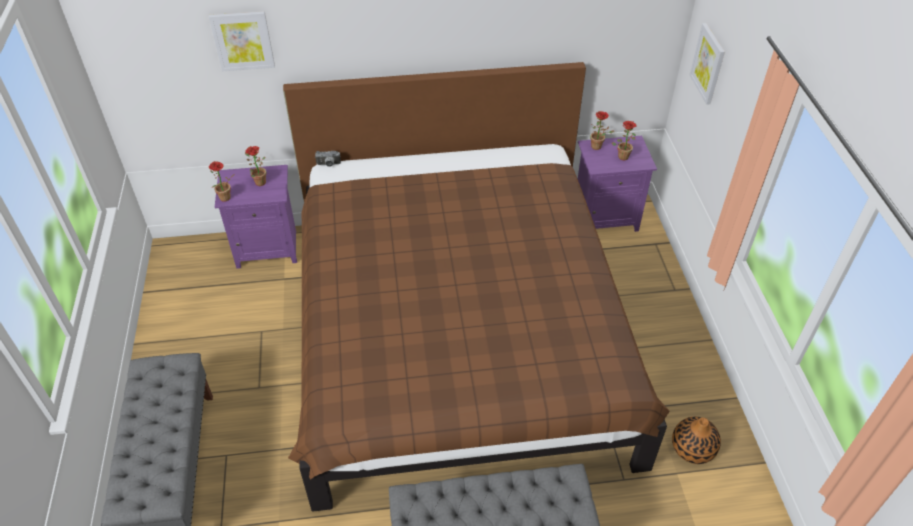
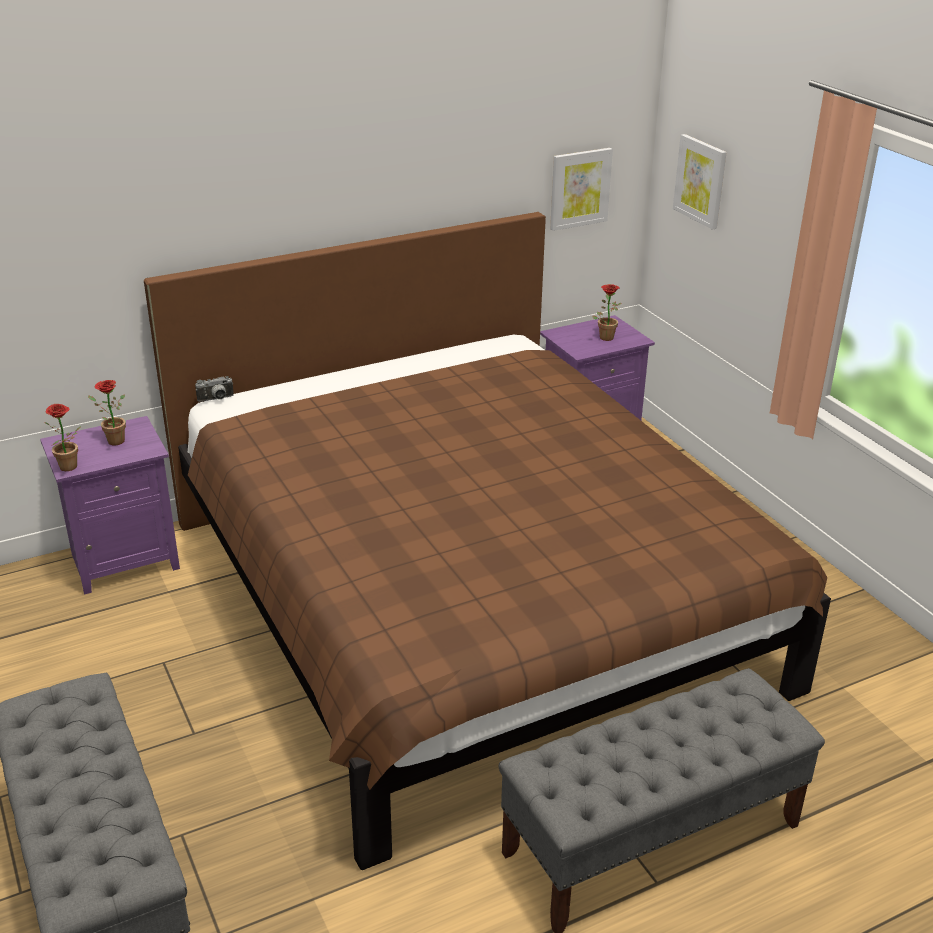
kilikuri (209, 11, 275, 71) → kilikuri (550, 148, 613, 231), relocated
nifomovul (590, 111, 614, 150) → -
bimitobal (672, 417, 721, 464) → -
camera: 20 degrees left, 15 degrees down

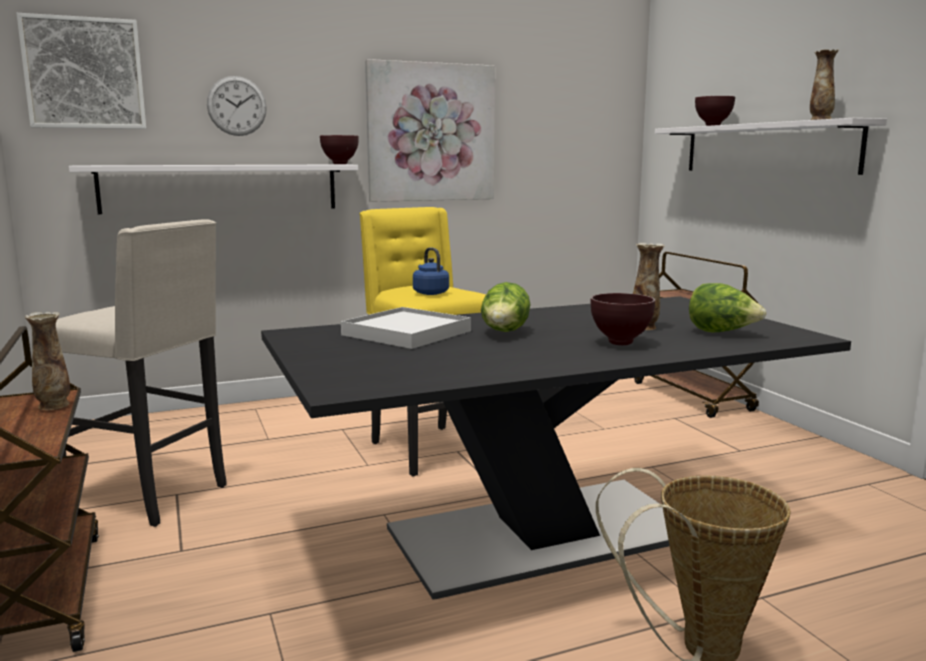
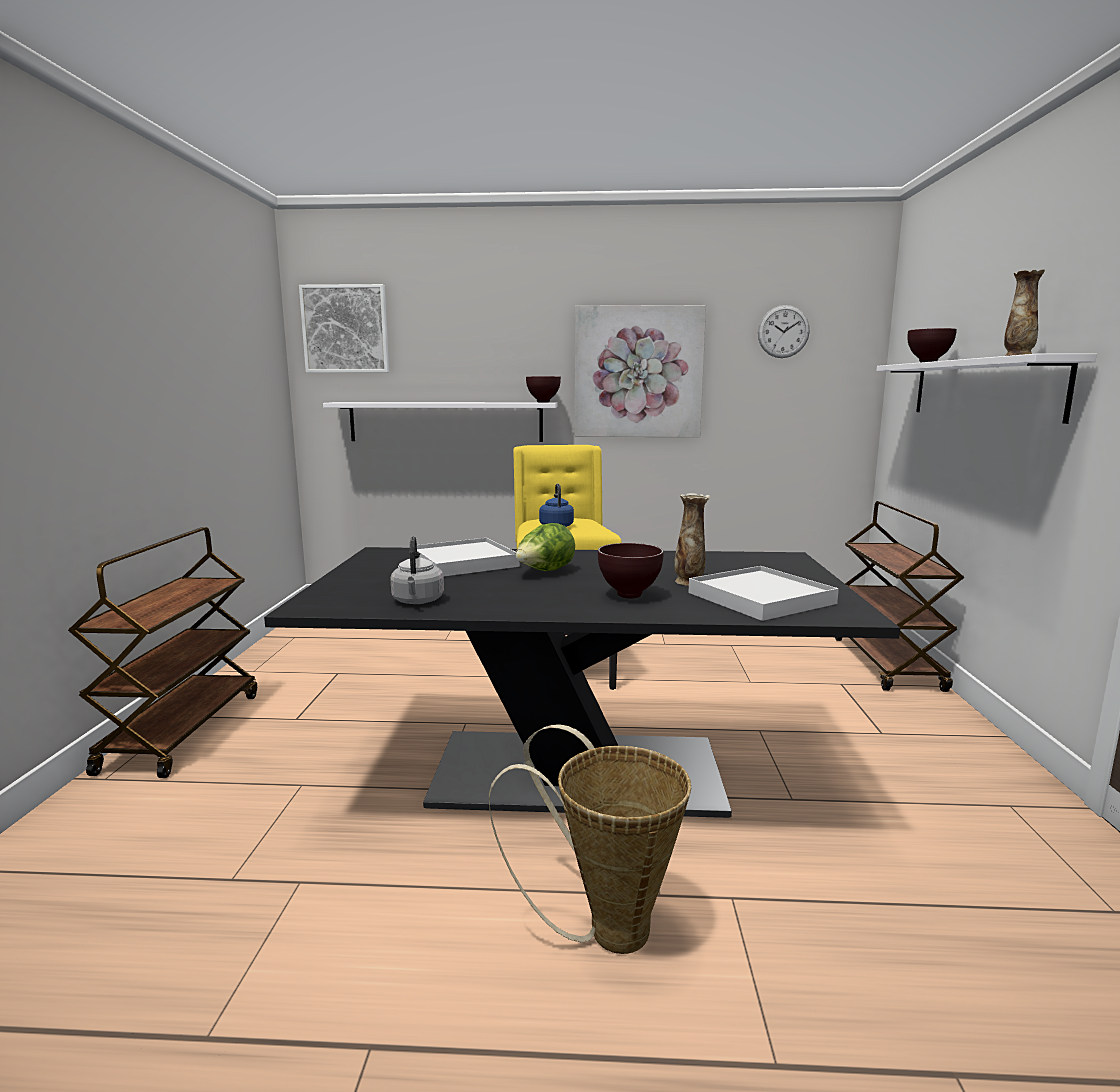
bimitobal (25, 312, 70, 410) → -
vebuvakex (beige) (56, 219, 227, 527) → -
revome (207, 76, 267, 136) → revome (758, 305, 810, 358), relocated
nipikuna (689, 283, 766, 333) → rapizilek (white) (688, 566, 839, 621)
- → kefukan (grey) (390, 536, 444, 604)
camera: 25 degrees right, 0 degrees up

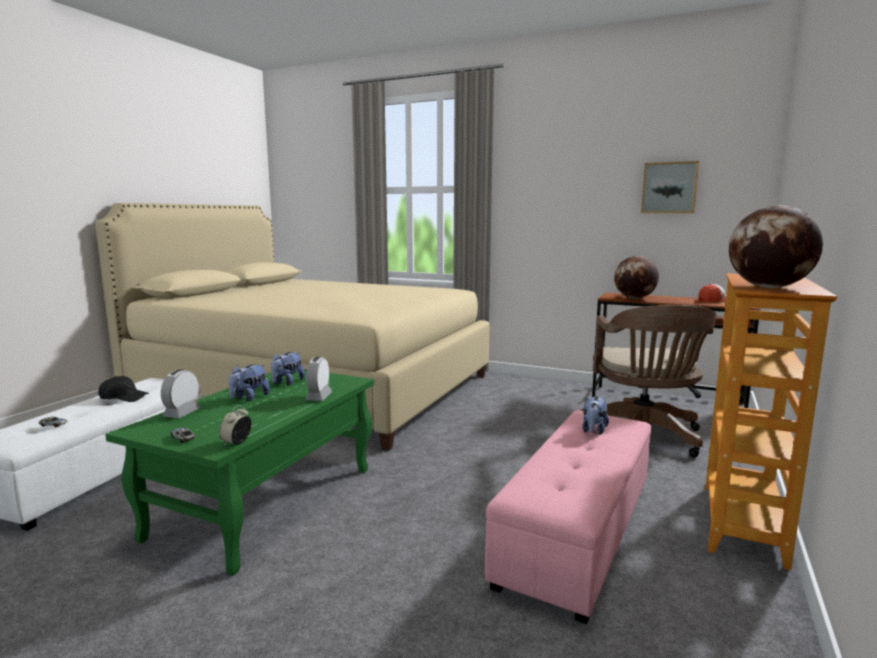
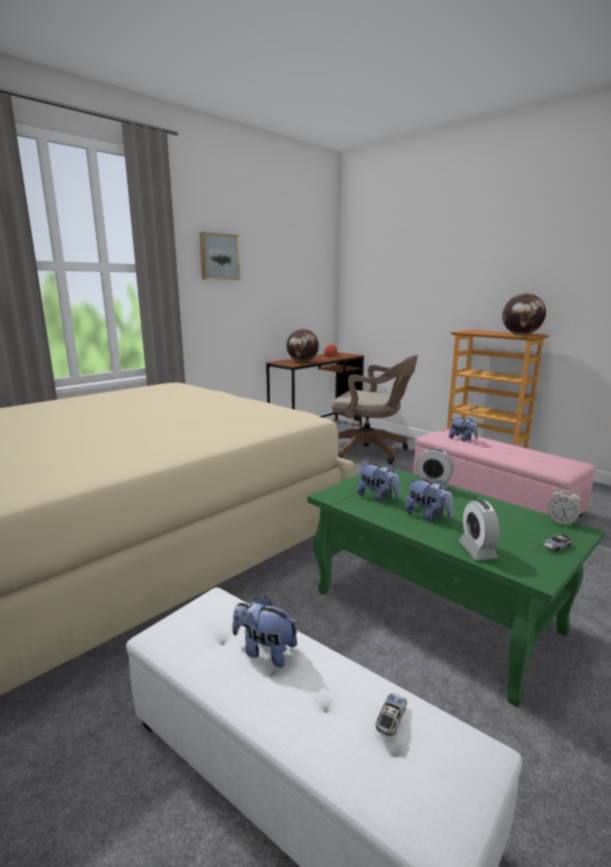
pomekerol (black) (98, 376, 149, 402) → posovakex (232, 596, 299, 668)
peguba (161, 369, 201, 418) → peguba (459, 500, 500, 560), 45 degrees clockwise
kilikuri (641, 161, 699, 213) → kilikuri (199, 232, 241, 280), relocated
camera: 70 degrees left, 5 degrees up

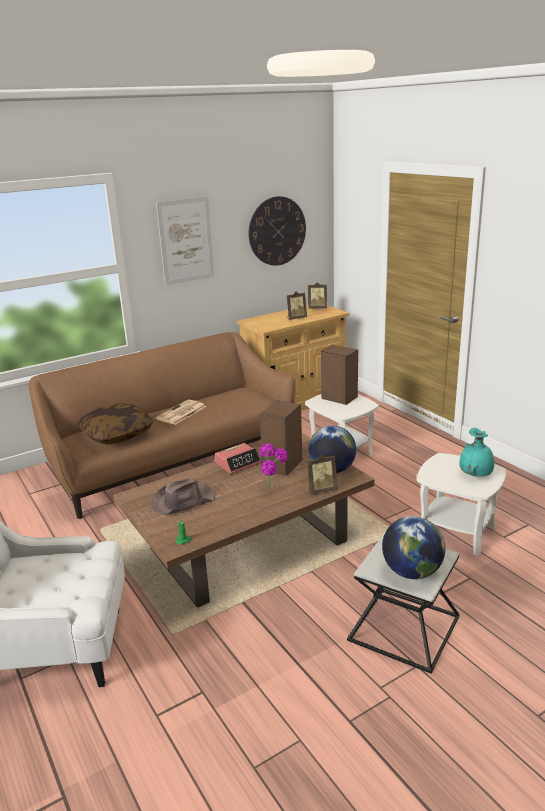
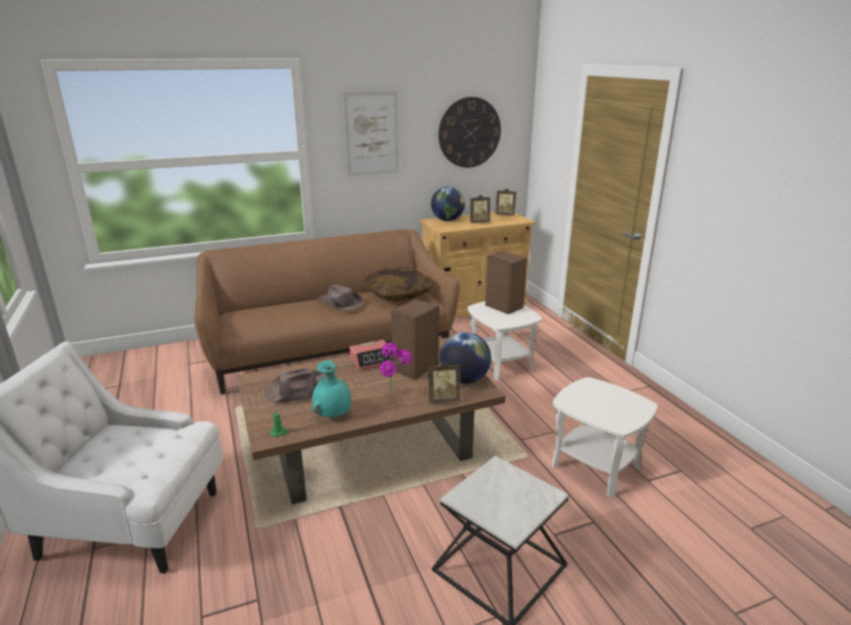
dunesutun (78, 403, 153, 444) → dunesutun (365, 267, 432, 301), relocated
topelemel (156, 400, 206, 425) → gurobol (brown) (317, 285, 363, 311)
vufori (382, 516, 445, 579) → vufori (431, 186, 465, 221), relocated
bimitobal (turquoise) (459, 428, 494, 476) → bimitobal (turquoise) (312, 360, 351, 417), relocated
camera: 10 degrees right, 0 degrees up

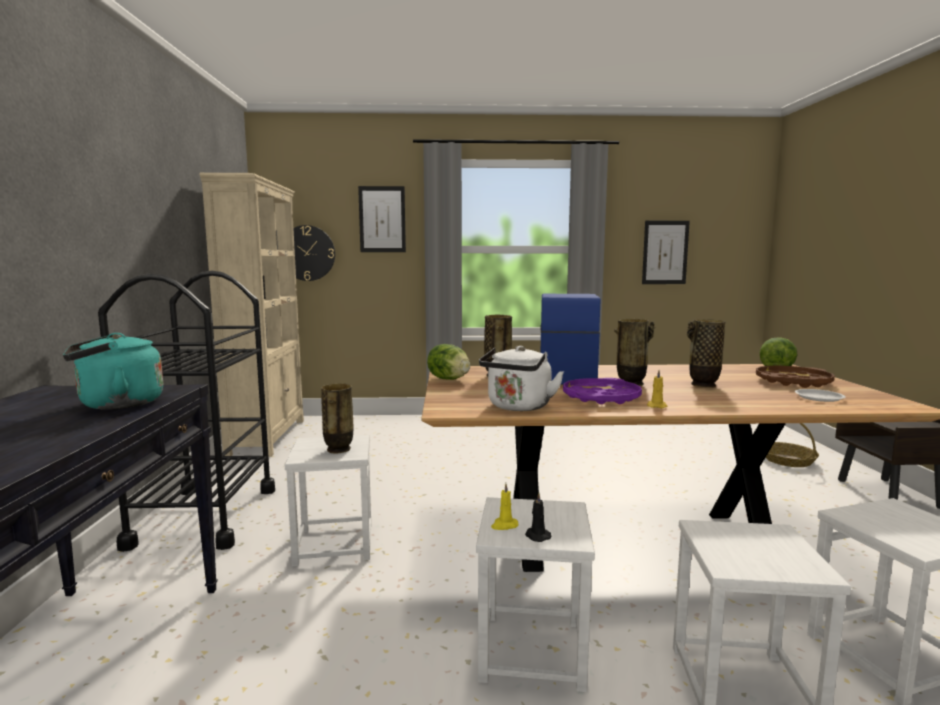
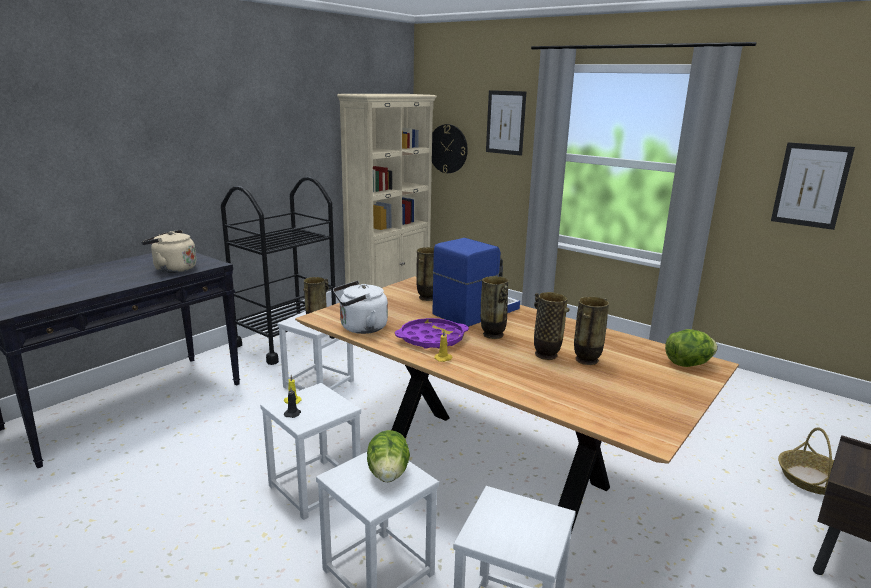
kefukan (turquoise) (63, 333, 163, 410) → kefukan (beige) (141, 230, 196, 273)
nipikuna (427, 344, 470, 380) → nipikuna (367, 430, 410, 482), relocated
rapizilek (brown) (756, 366, 835, 388) → -
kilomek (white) (795, 389, 846, 402) → -
- → bimitobal (574, 297, 609, 365)
camera: 40 degrees right, 10 degrees up

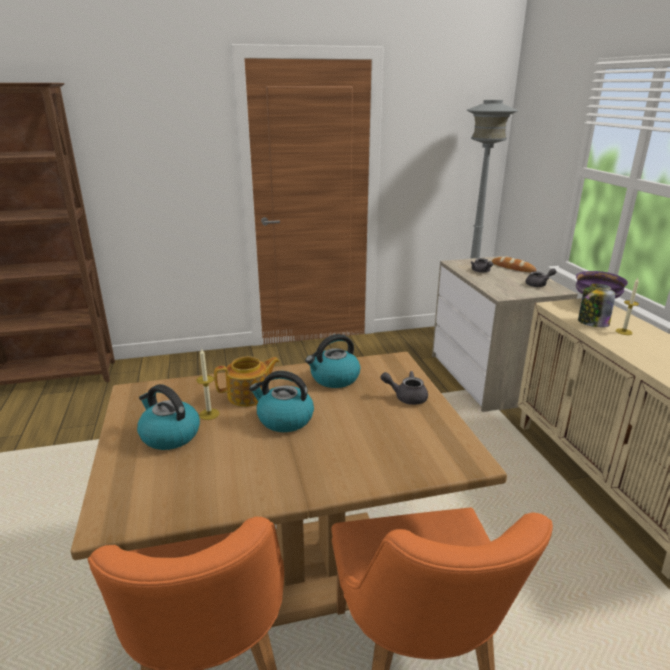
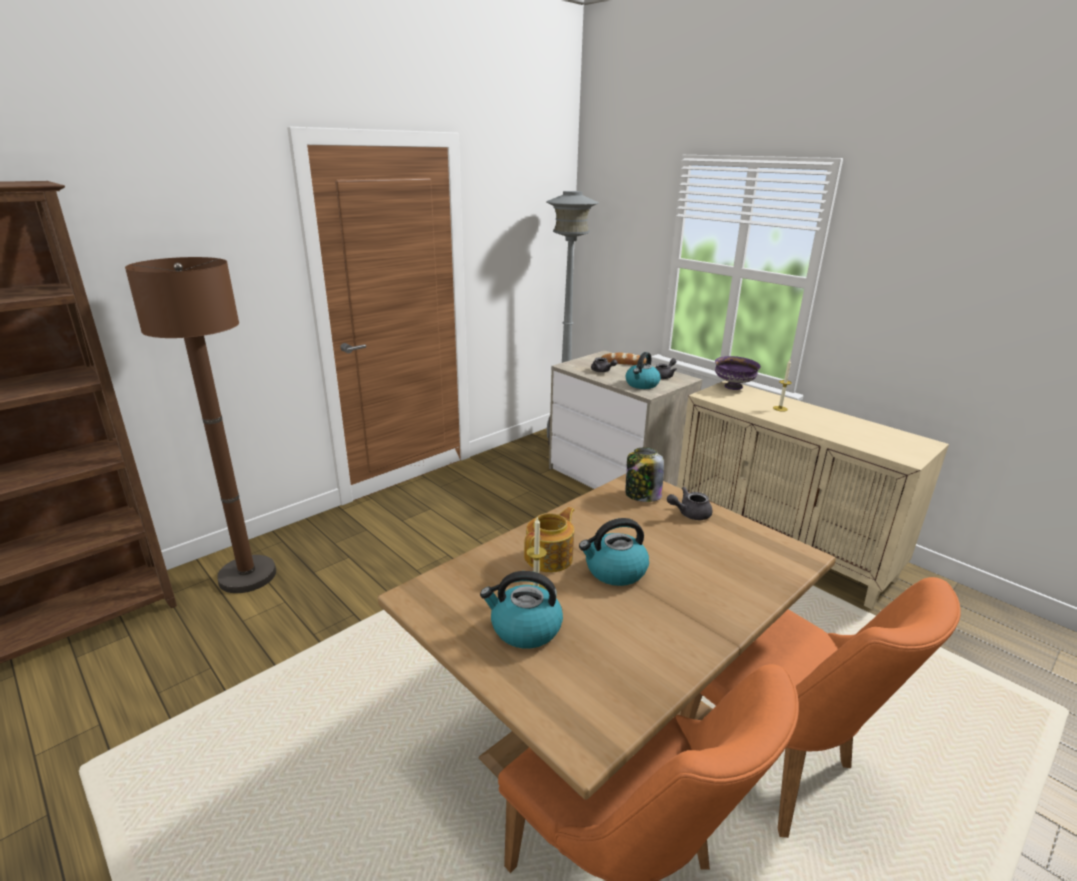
kefukan (305, 334, 360, 388) → kefukan (626, 352, 661, 389), relocated
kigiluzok (578, 284, 615, 327) → kigiluzok (625, 448, 664, 502), relocated
- → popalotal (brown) (125, 257, 276, 593)
camera: 30 degrees left, 0 degrees up

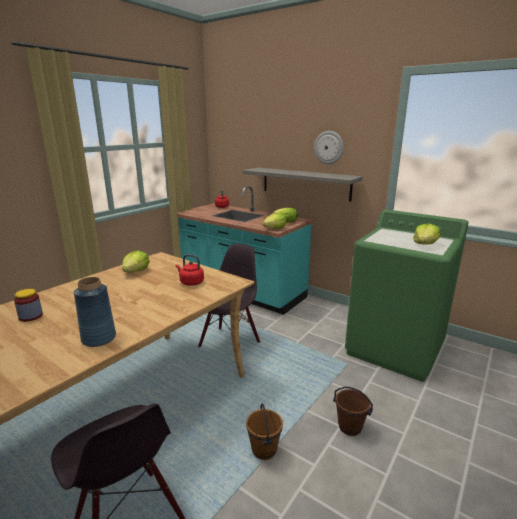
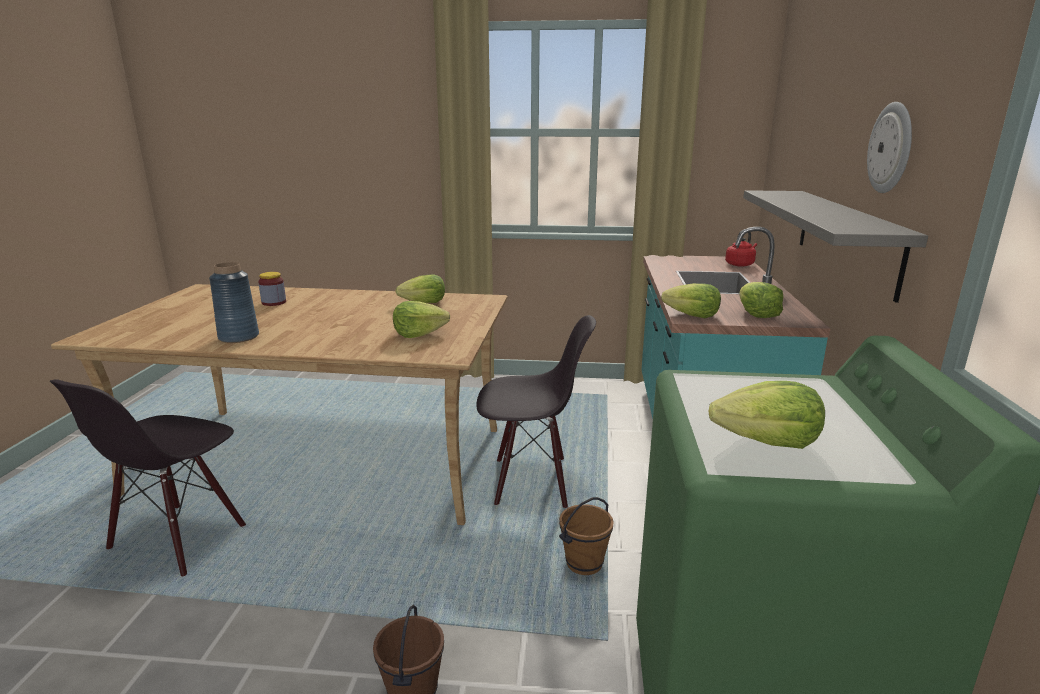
kefukan (red) (176, 254, 204, 286) → nipikuna (393, 301, 450, 338)
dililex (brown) (246, 404, 283, 460) → dililex (brown) (559, 497, 614, 575), relocated
camera: 60 degrees right, 0 degrees up

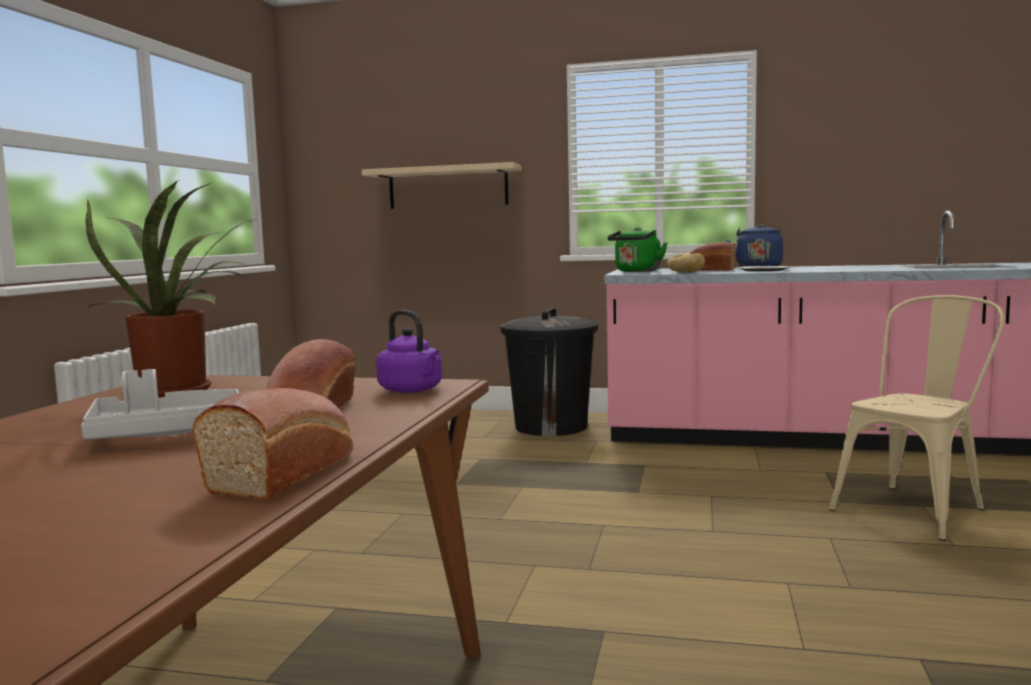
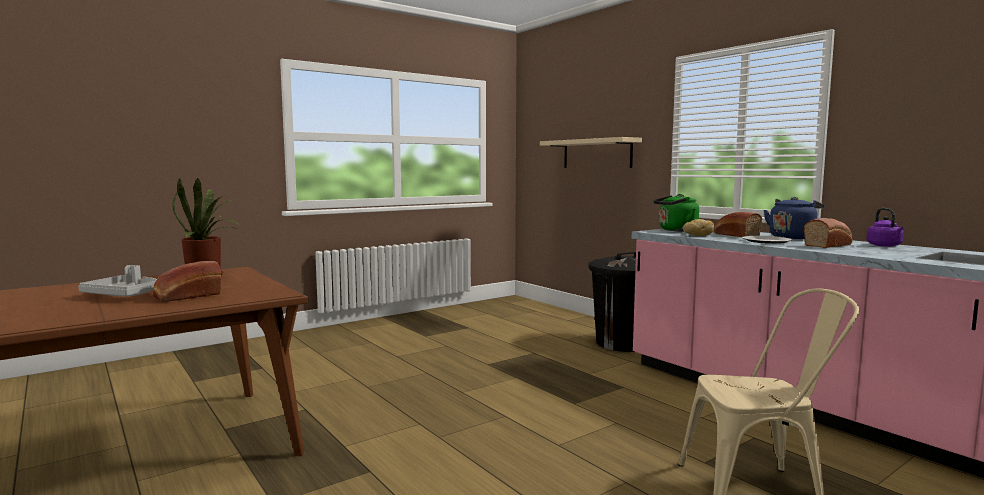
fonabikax (193, 388, 353, 500) → fonabikax (804, 218, 852, 248), relocated
kefukan (purple) (376, 310, 442, 393) → kefukan (purple) (867, 208, 904, 247), relocated
camera: 40 degrees right, 0 degrees up

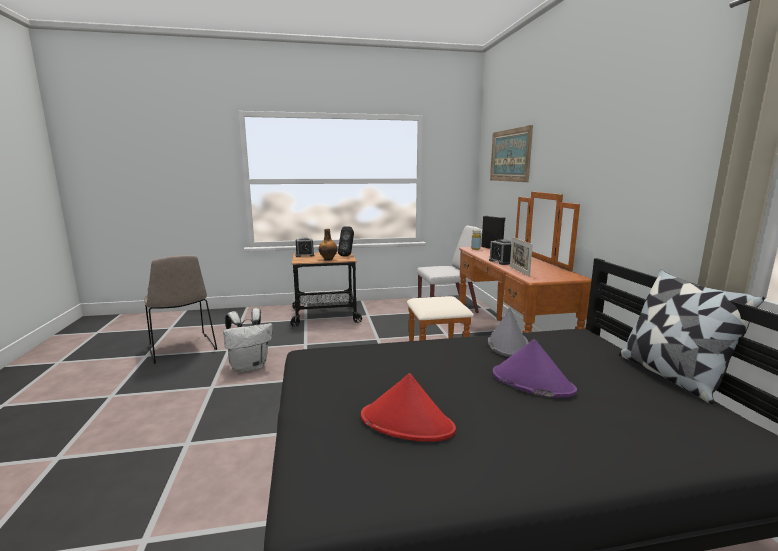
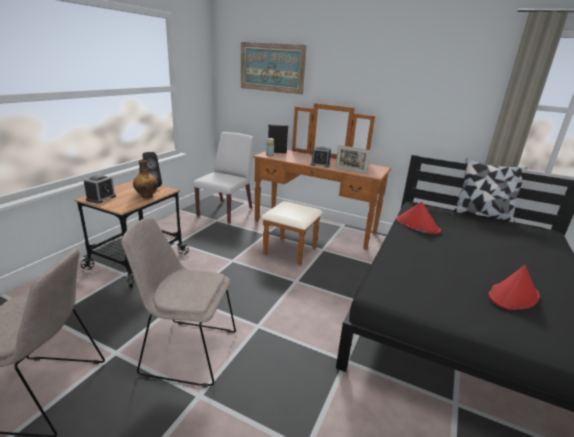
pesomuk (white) (223, 308, 273, 373) → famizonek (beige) (121, 217, 236, 388)
gurobol (grey) (488, 308, 529, 357) → gurobol (red) (396, 201, 441, 234)
gurobol (purple) (493, 339, 577, 398) → -
camera: 55 degrees left, 10 degrees up

